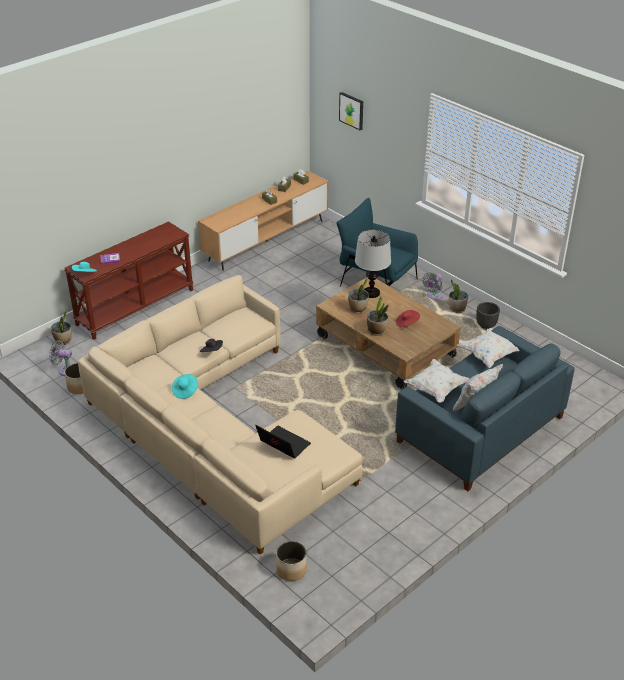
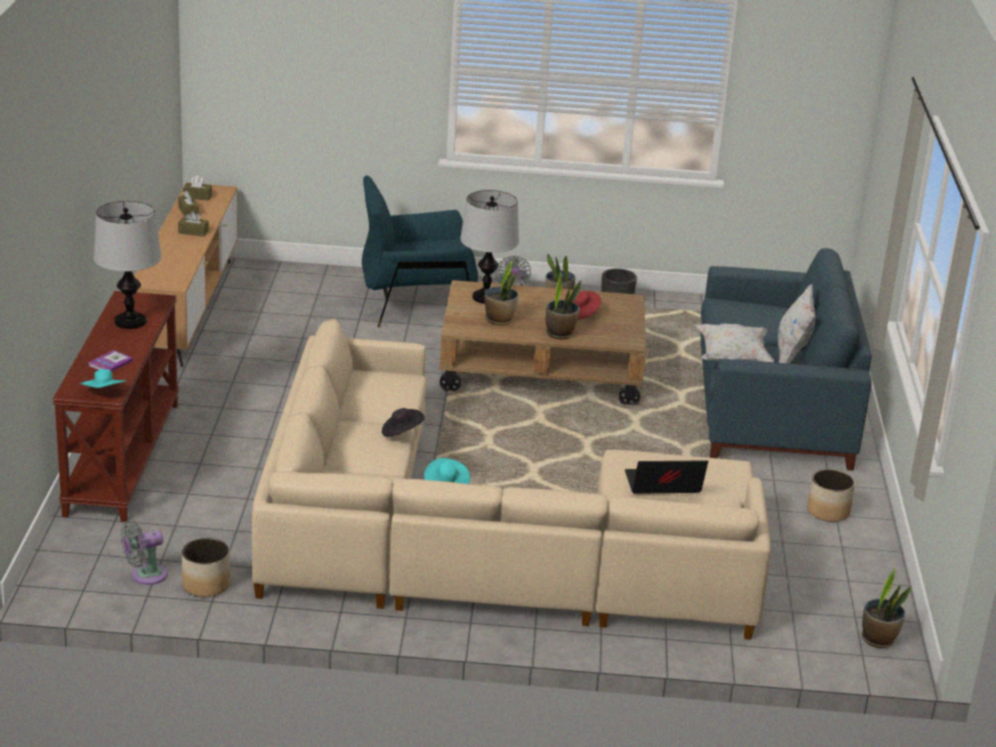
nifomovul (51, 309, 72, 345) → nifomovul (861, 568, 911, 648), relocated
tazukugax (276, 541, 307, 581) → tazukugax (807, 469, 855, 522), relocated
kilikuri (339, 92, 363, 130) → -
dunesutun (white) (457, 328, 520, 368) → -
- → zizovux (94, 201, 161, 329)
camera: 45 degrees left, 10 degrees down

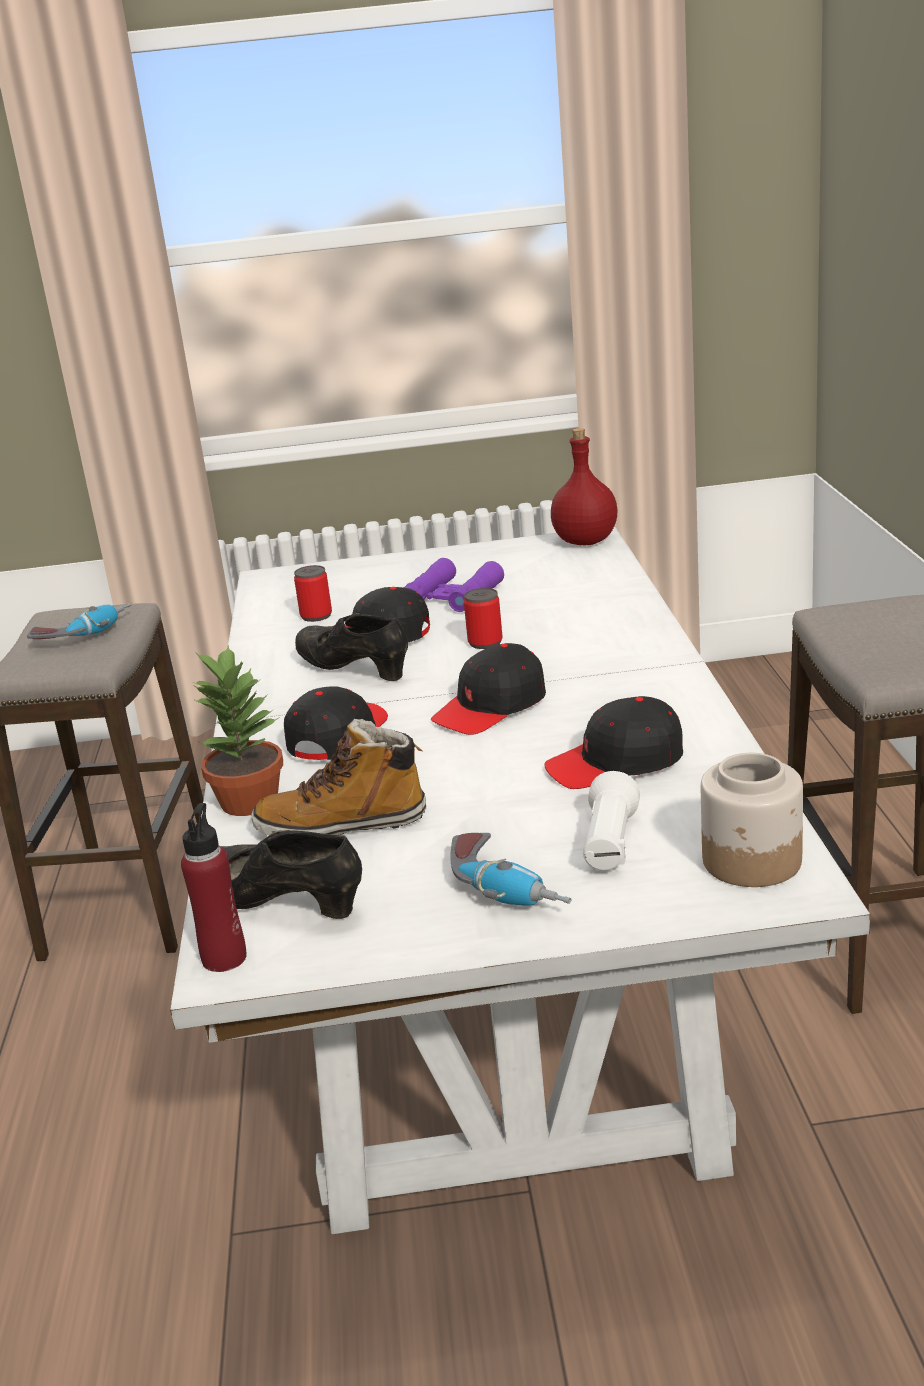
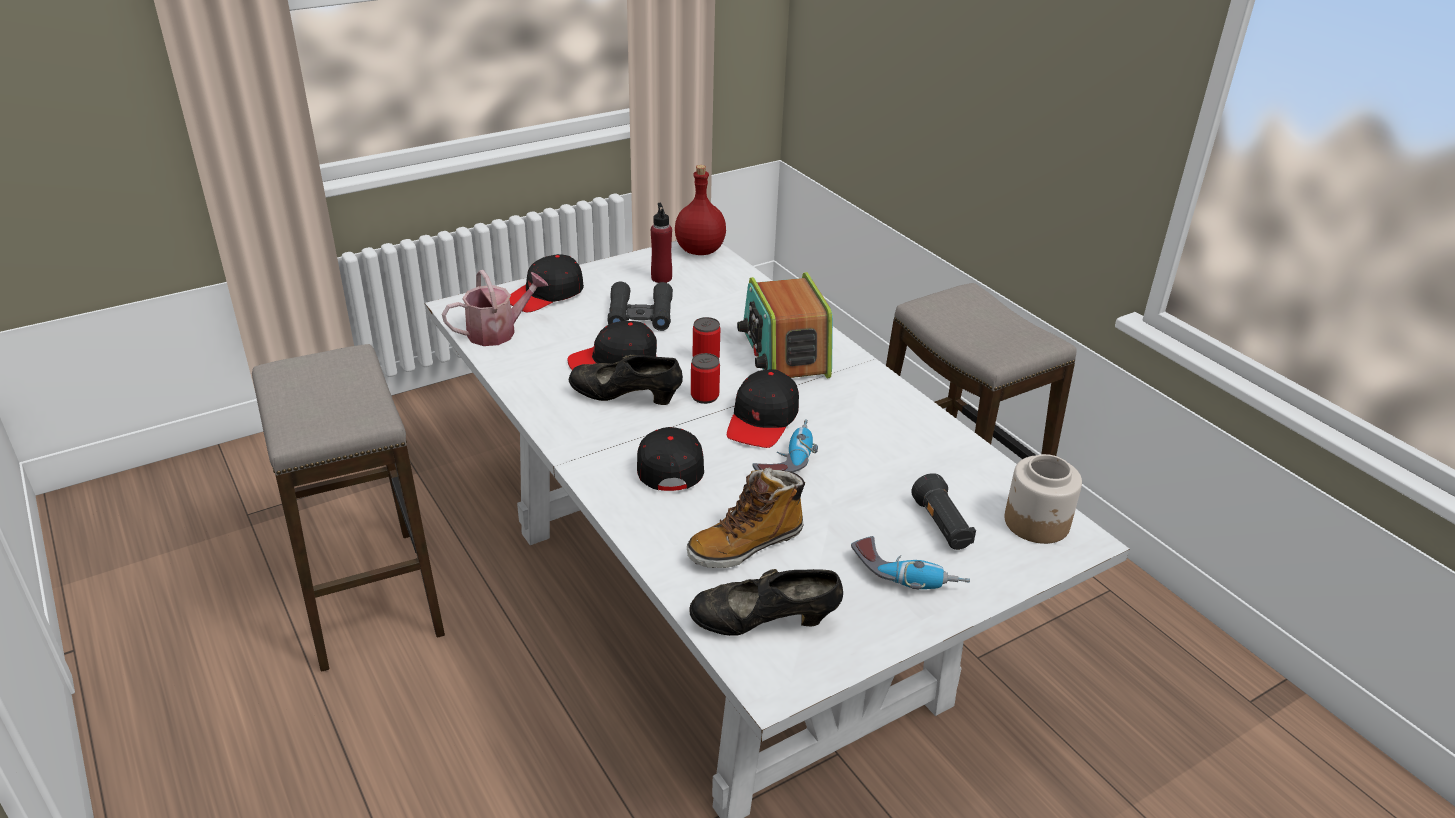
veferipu (27, 603, 131, 639) → veferipu (753, 419, 818, 472), relocated
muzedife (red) (181, 803, 247, 972) → muzedife (red) (651, 203, 672, 283), relocated
nifomovul (193, 645, 283, 816) → -
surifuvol (294, 565, 332, 622) → surifuvol (691, 353, 720, 404), relocated
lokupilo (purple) (404, 558, 504, 612) → lokupilo (black) (608, 282, 673, 331)
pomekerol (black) (545, 696, 683, 789) → pomekerol (black) (510, 254, 584, 312), relocated
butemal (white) (583, 771, 640, 871) → butemal (black) (911, 473, 976, 550)
- → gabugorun (442, 270, 548, 346)
- → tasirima (737, 272, 833, 378)
camera: 30 degrees left, 10 degrees up

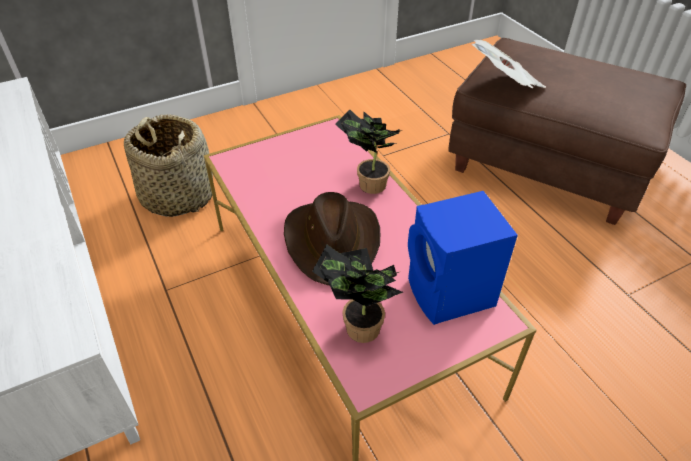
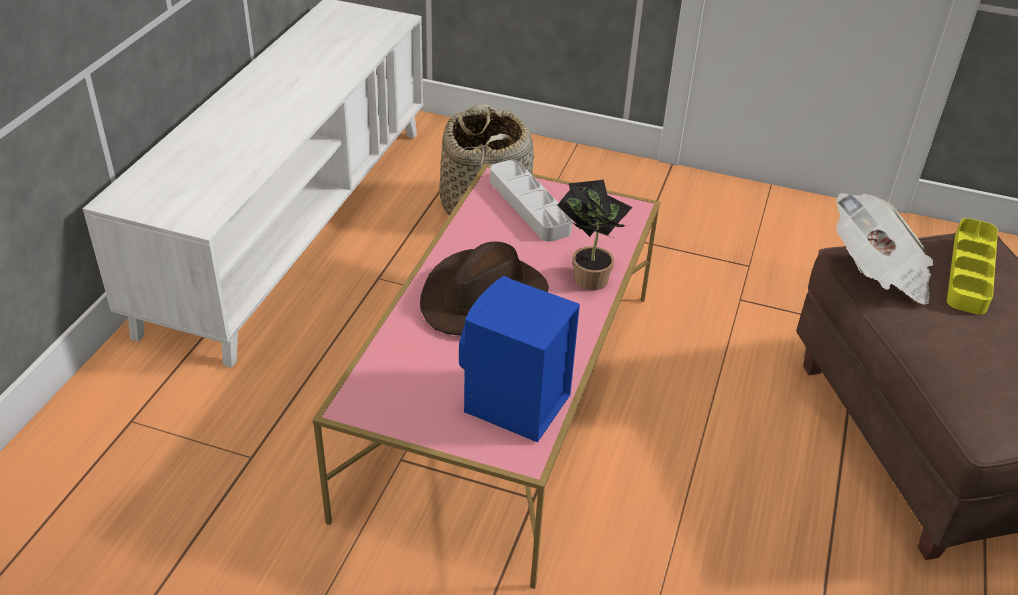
nifomovul (312, 244, 403, 343) → -
- → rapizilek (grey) (490, 160, 572, 241)
- → rapizilek (yellow) (947, 218, 998, 315)
camera: 45 degrees right, 5 degrees down

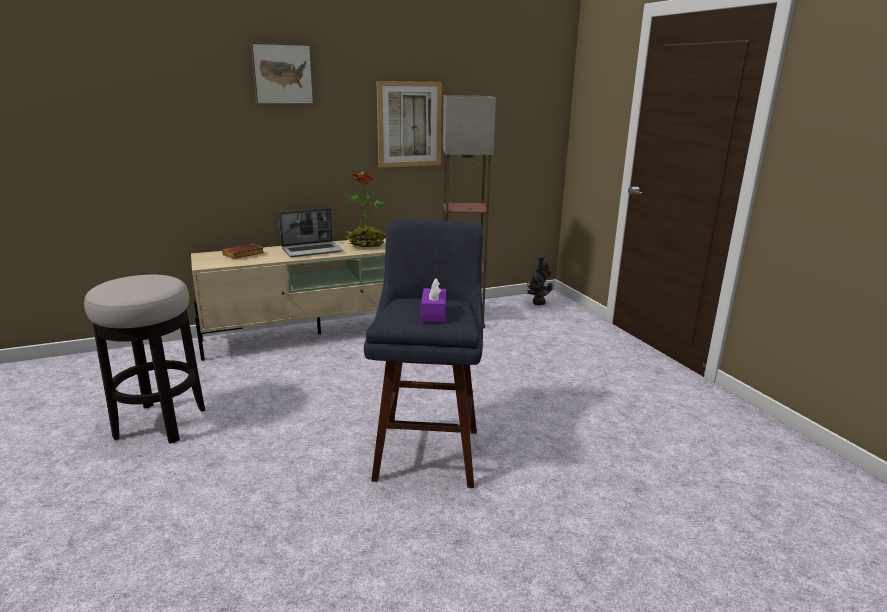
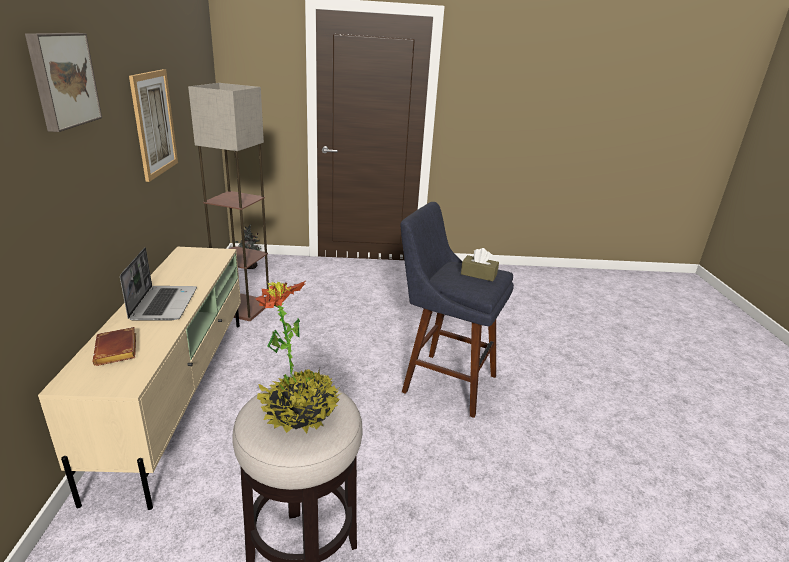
nifomovul (345, 171, 387, 249) → nifomovul (255, 281, 340, 433), relocated
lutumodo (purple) (421, 278, 446, 322) → lutumodo (brown) (461, 248, 499, 281)
camera: 70 degrees left, 5 degrees up

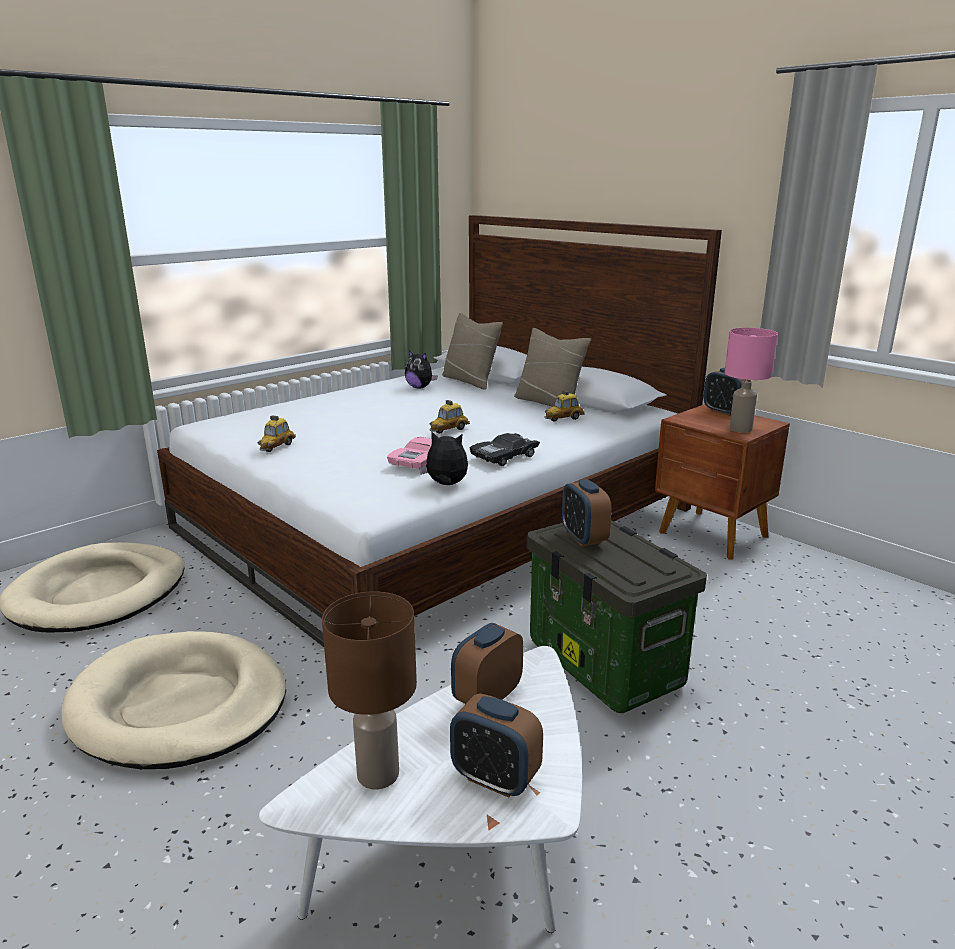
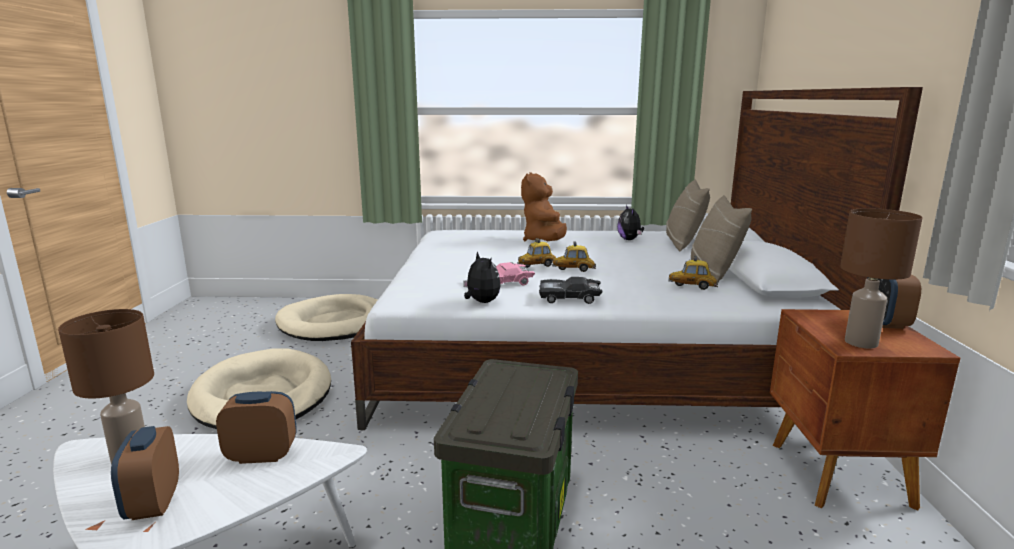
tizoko (258, 415, 296, 452) → tizoko (517, 238, 556, 268), relocated
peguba (562, 479, 611, 547) → -
zizovux (pink) (725, 328, 778, 433) → zizovux (brown) (840, 208, 923, 348)
- → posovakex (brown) (521, 172, 567, 242)
camera: 45 degrees right, 5 degrees down

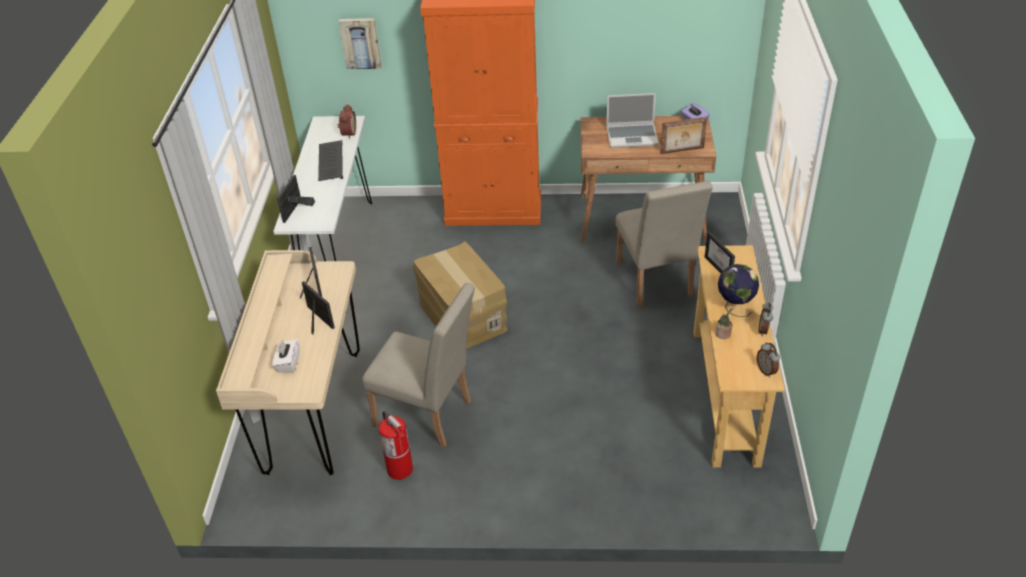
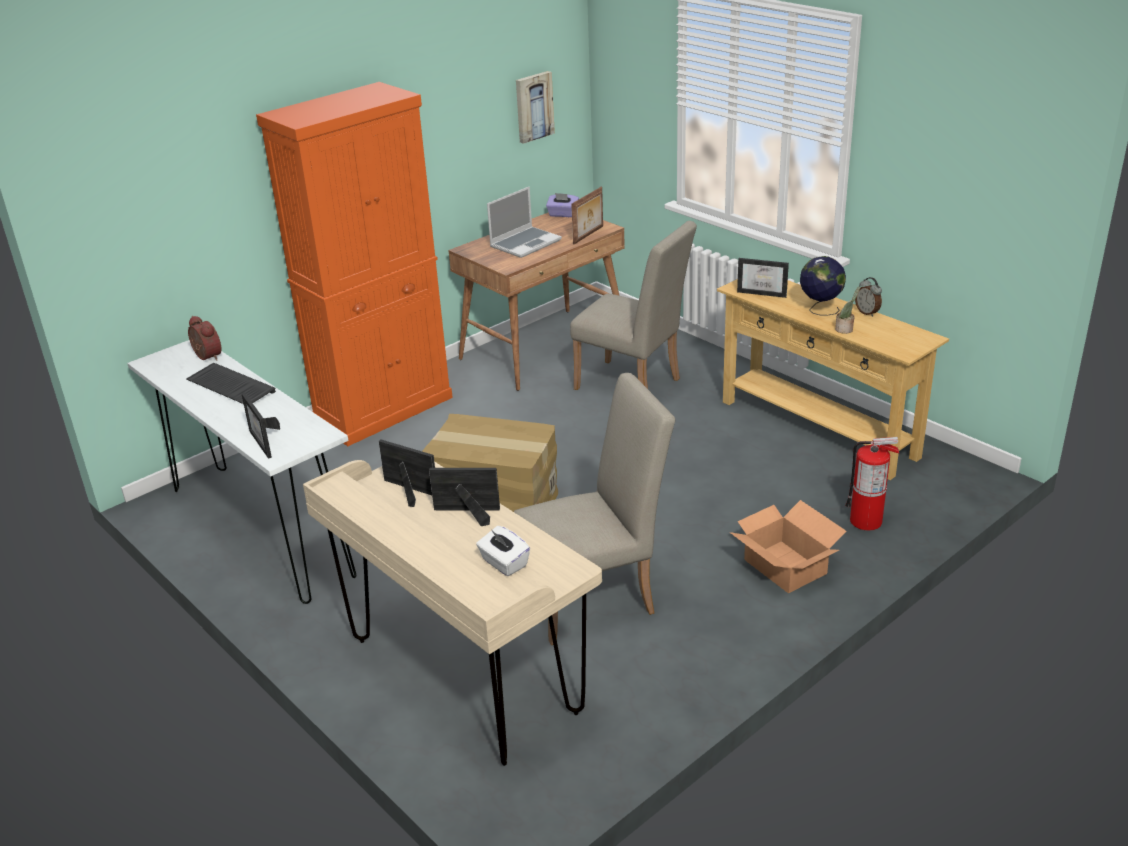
kilikuri (338, 18, 382, 69) → kilikuri (516, 71, 555, 144), relocated
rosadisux (379, 411, 413, 480) → rosadisux (845, 437, 899, 530), relocated
peguba (757, 342, 780, 377) → -
- → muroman (729, 500, 846, 593)
camera: 45 degrees left, 10 degrees down

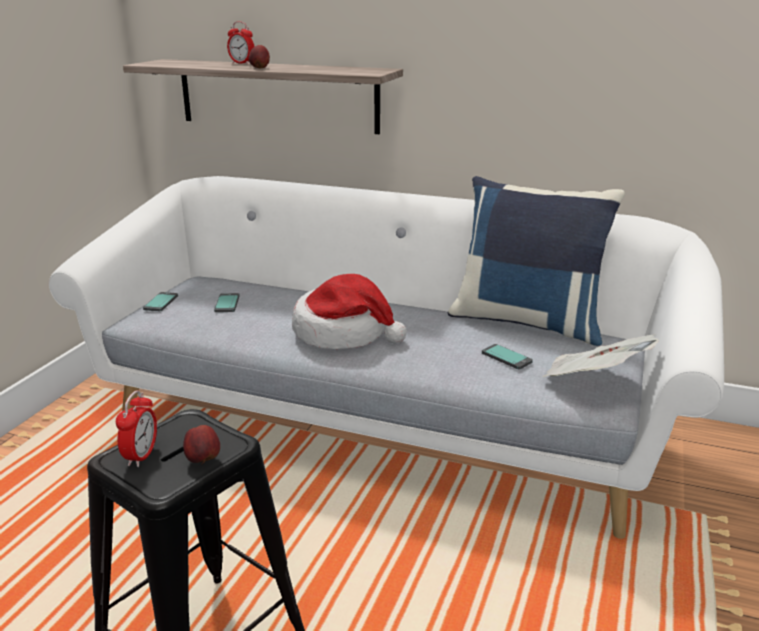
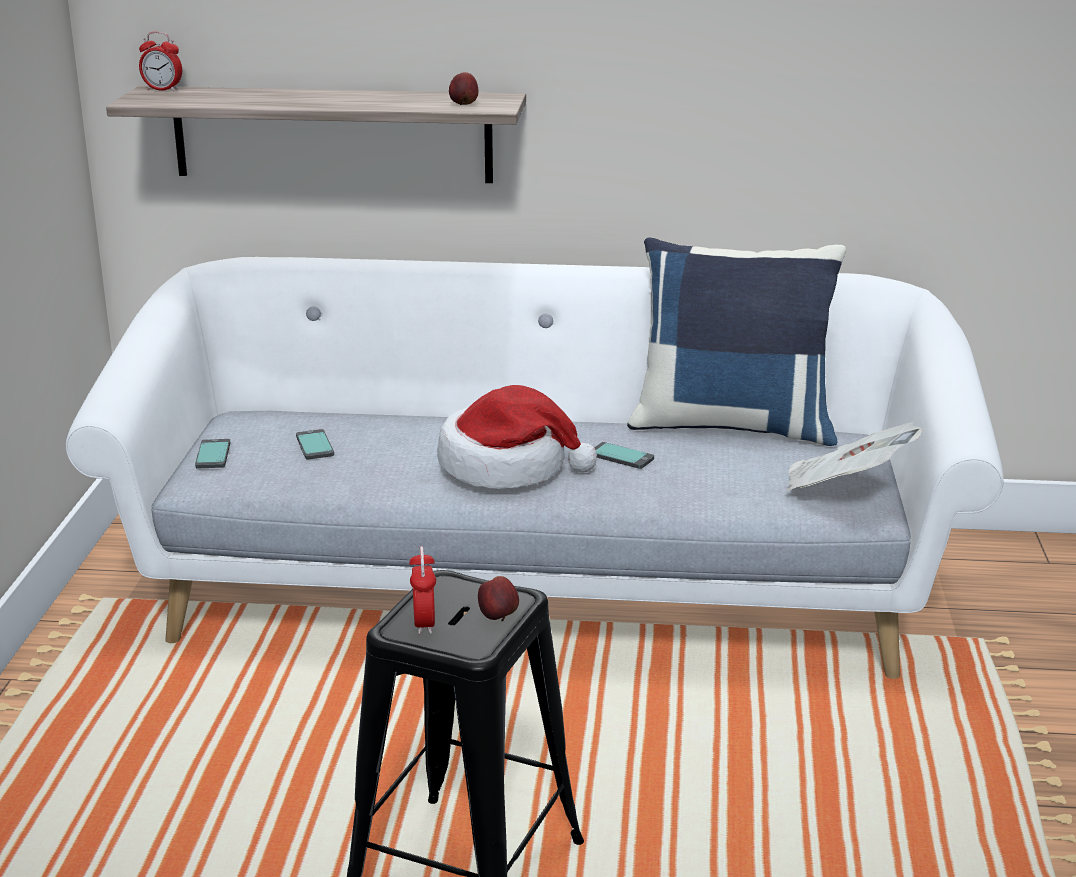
peguba (227, 22, 254, 64) → peguba (139, 32, 182, 92), relocated
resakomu (249, 45, 270, 68) → resakomu (449, 72, 479, 105), relocated
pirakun (482, 344, 533, 369) → pirakun (594, 442, 654, 469), relocated
camera: 15 degrees left, 0 degrees up

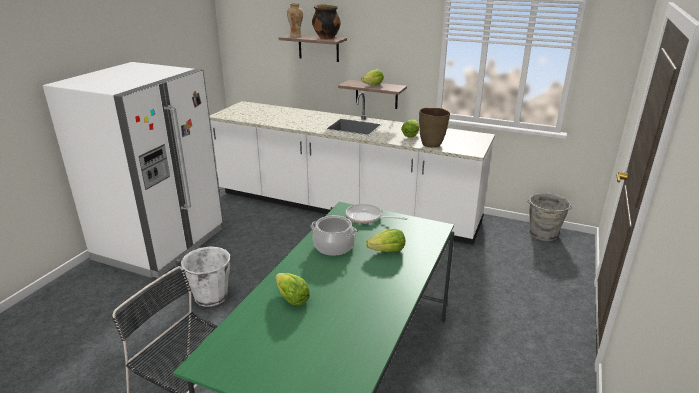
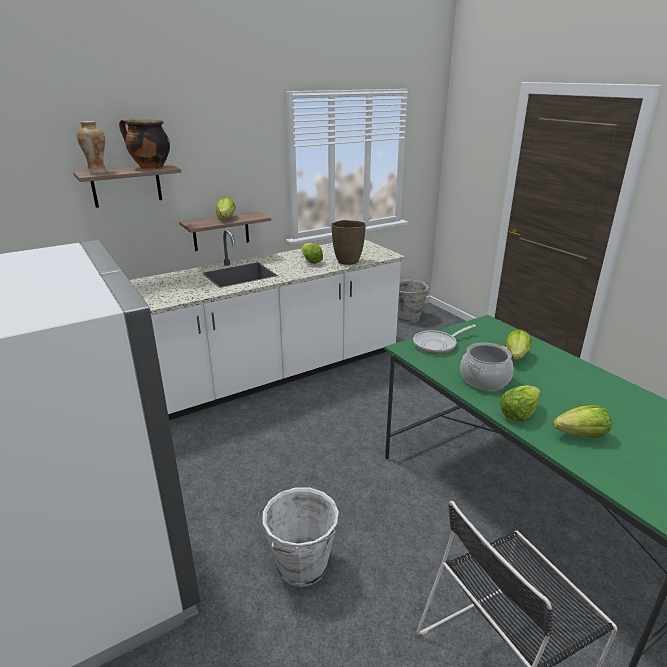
- → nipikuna (500, 385, 541, 421)
camera: 55 degrees left, 0 degrees up

